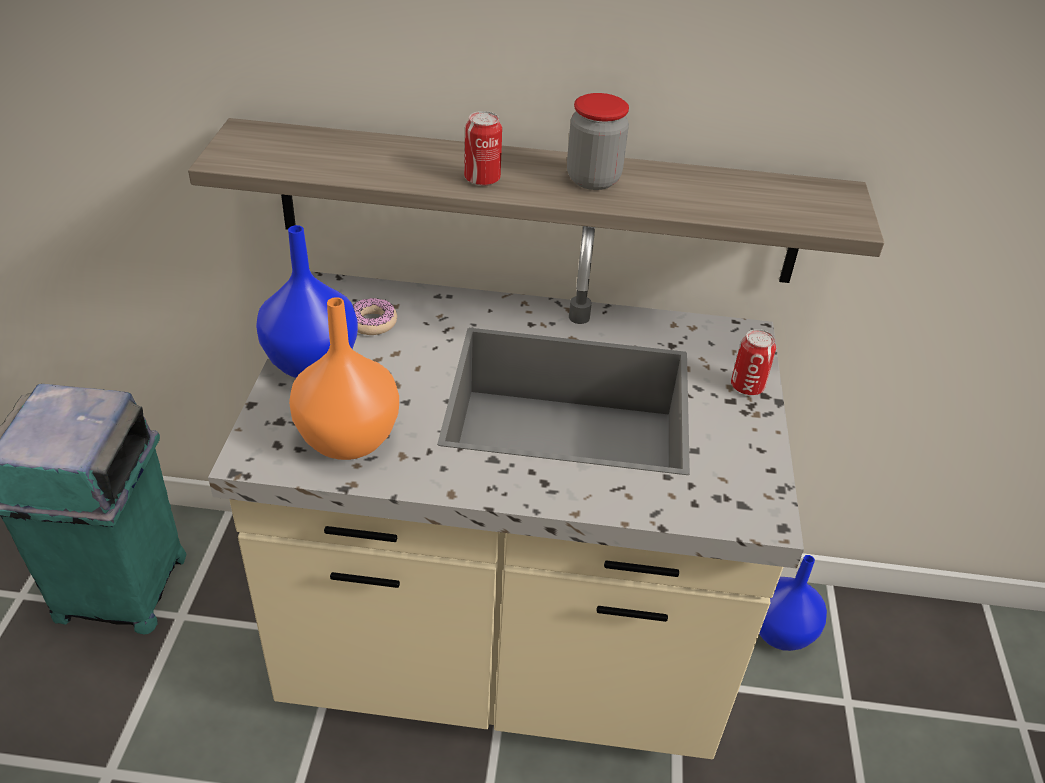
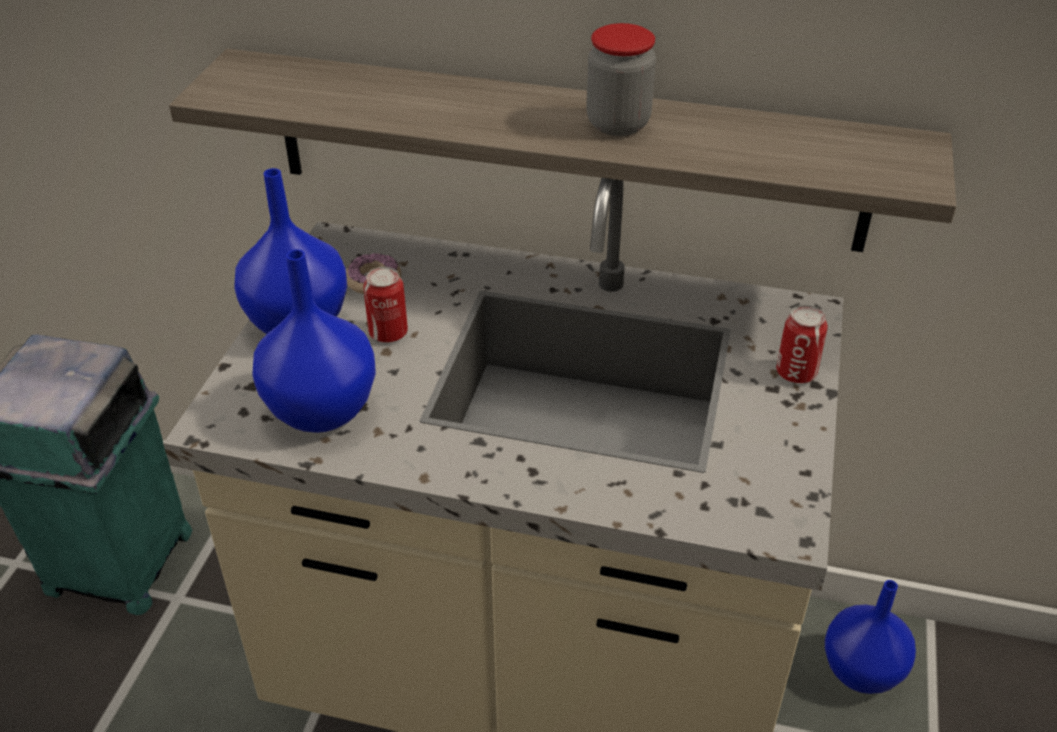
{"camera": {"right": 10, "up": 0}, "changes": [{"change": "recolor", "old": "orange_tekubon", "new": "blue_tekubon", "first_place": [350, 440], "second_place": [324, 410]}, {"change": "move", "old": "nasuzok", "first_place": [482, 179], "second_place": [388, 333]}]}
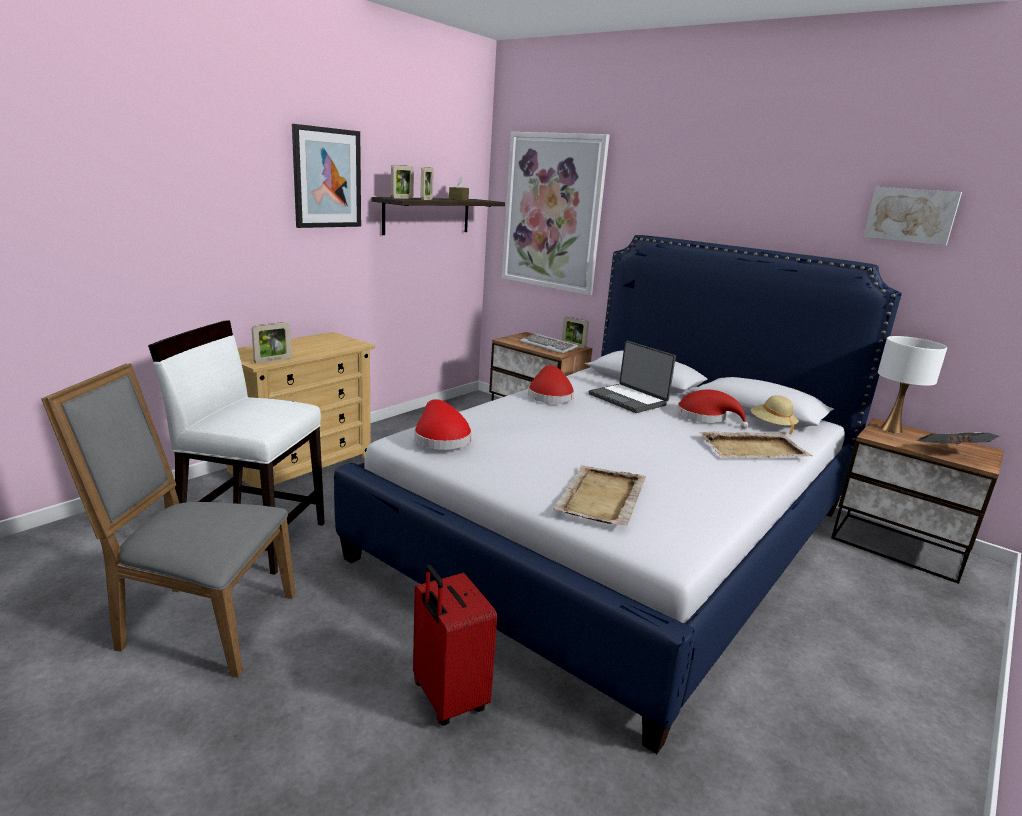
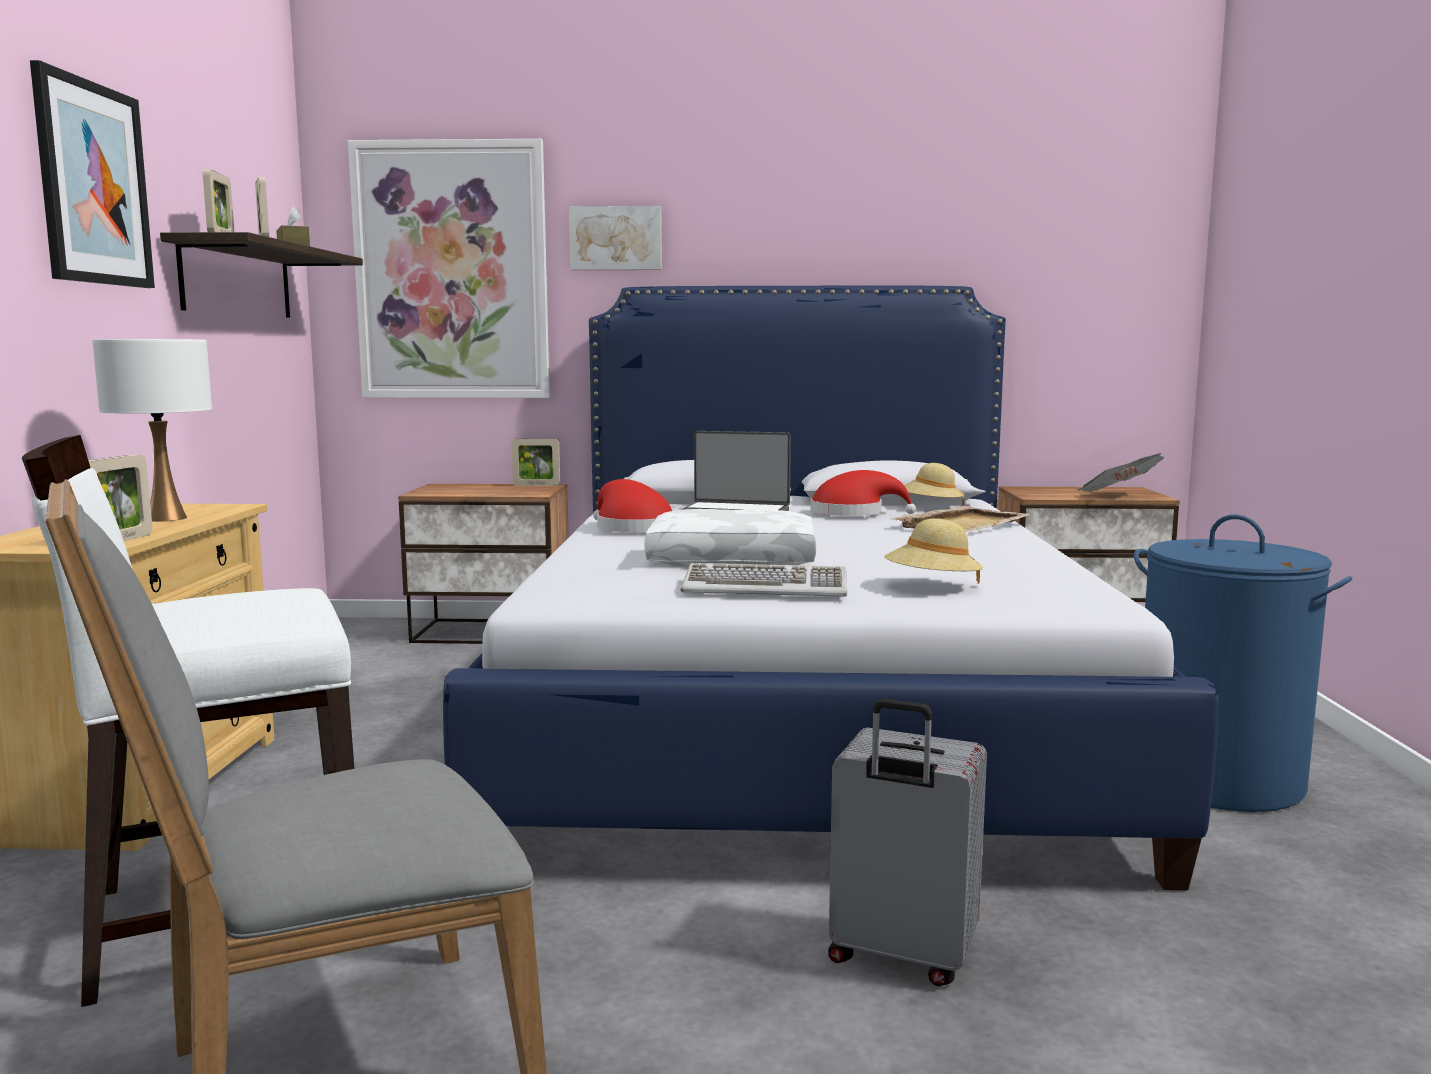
{"camera": {"right": -35, "up": -10}, "changes": [{"change": "move", "old": "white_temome", "first_place": [891, 429], "second_place": [165, 518]}, {"change": "move", "old": "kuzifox", "first_place": [911, 215], "second_place": [616, 239]}, {"change": "insert", "new": "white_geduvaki", "second_place": [734, 560]}, {"change": "move", "old": "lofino", "first_place": [548, 346], "second_place": [765, 588]}, {"change": "recolor", "old": "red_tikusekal", "new": "grey_tikusekal", "first_place": [447, 698], "second_place": [900, 957]}, {"change": "replace", "old": "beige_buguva", "new": "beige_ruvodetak", "first_place": [600, 498], "second_place": [932, 586]}, {"change": "insert", "new": "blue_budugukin", "second_place": [1218, 780]}, {"change": "delete", "old": "red_ruvodetak", "first_place": [440, 438]}]}
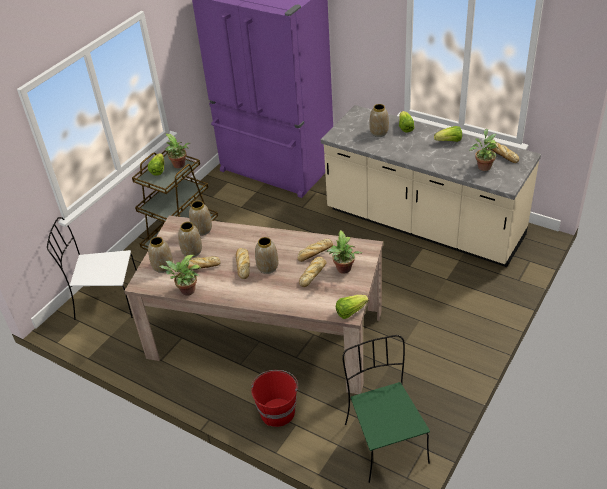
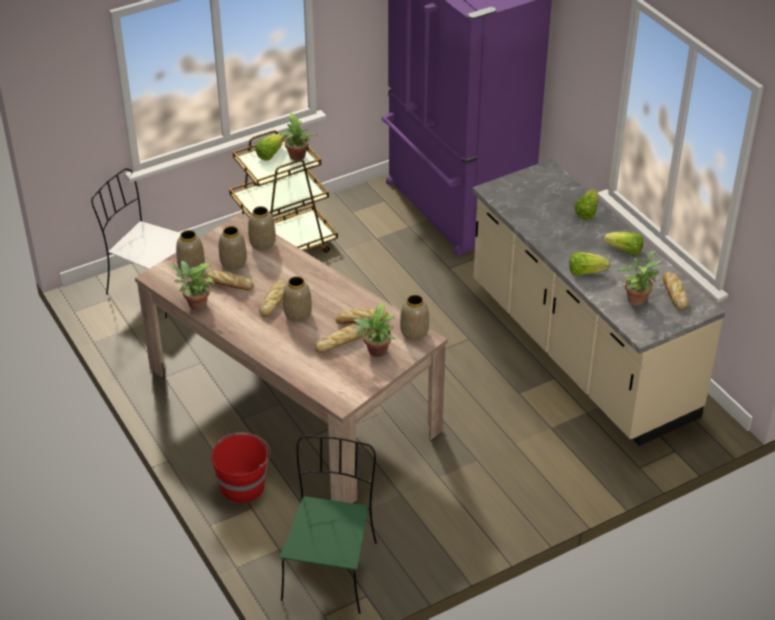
{"camera": {"right": 25, "up": 0}, "changes": [{"change": "move", "old": "tekubon", "first_place": [378, 132], "second_place": [414, 333]}, {"change": "move", "old": "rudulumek", "first_place": [350, 311], "second_place": [585, 272]}]}
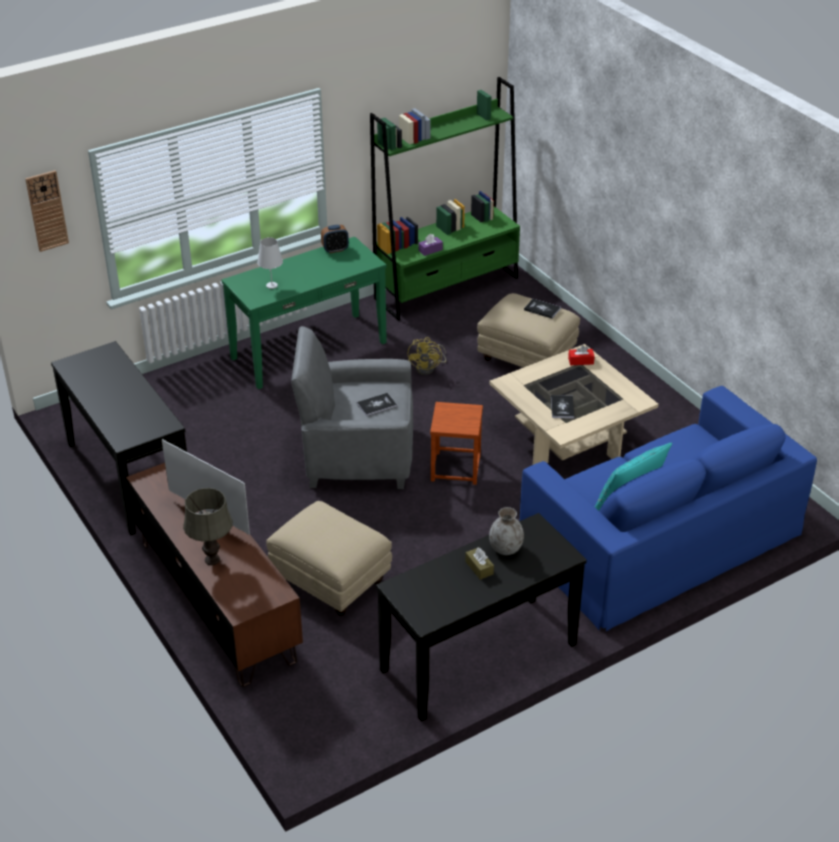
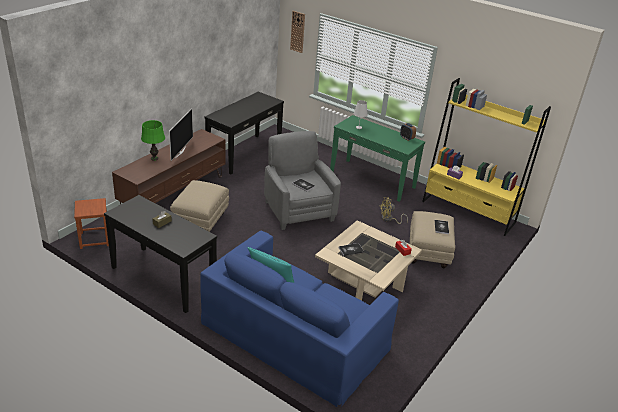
{"camera": {"right": 65, "up": -5}, "changes": [{"change": "move", "old": "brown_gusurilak", "first_place": [456, 468], "second_place": [94, 239]}, {"change": "recolor", "old": "grey_temome", "new": "green_temome", "first_place": [212, 560], "second_place": [154, 158]}, {"change": "recolor", "old": "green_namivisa", "new": "yellow_namivisa", "first_place": [447, 288], "second_place": [468, 212]}, {"change": "delete", "old": "grey_tekubon", "first_place": [506, 548]}]}
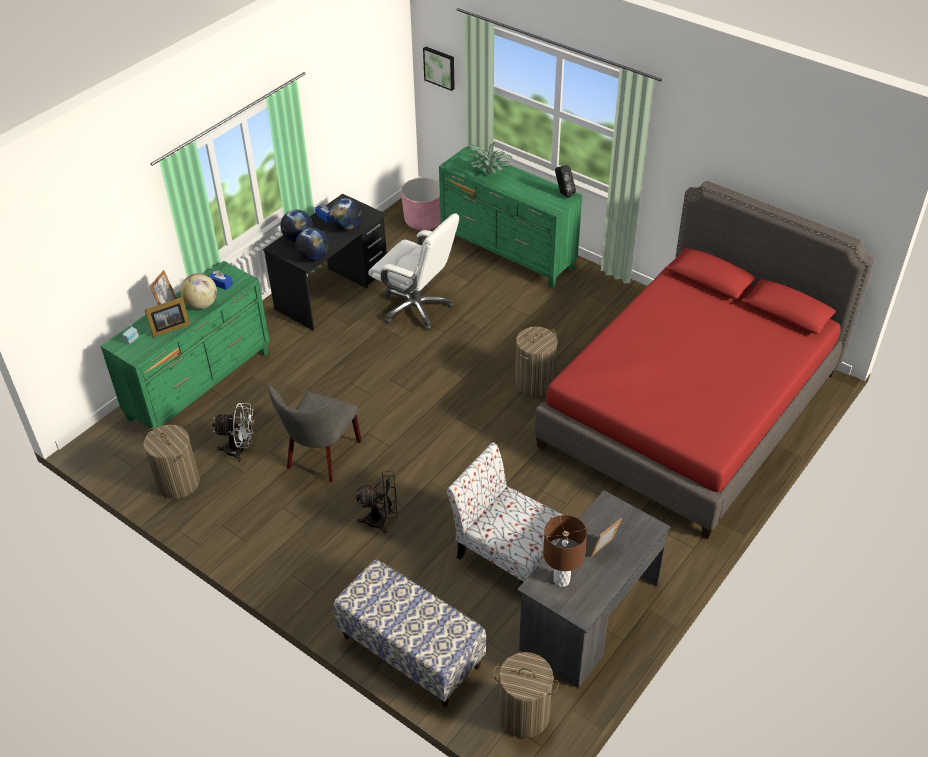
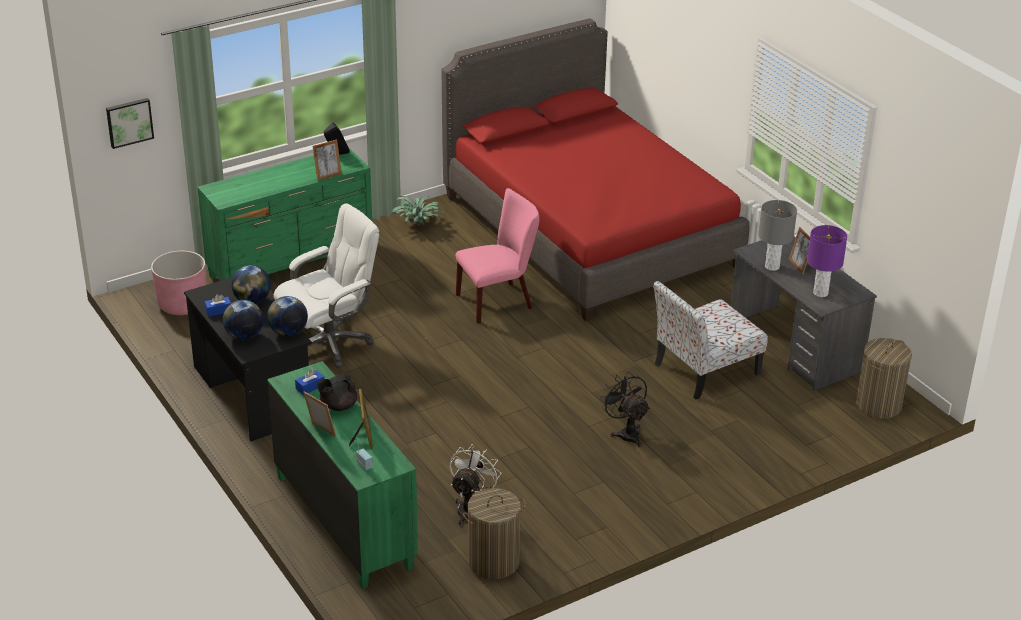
{"camera": {"right": -70, "up": -10}, "changes": [{"change": "insert", "new": "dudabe", "second_place": [328, 175]}, {"change": "replace", "old": "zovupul", "new": "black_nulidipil", "first_place": [201, 304], "second_place": [338, 406]}, {"change": "move", "old": "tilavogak", "first_place": [489, 174], "second_place": [418, 225]}, {"change": "replace", "old": "budugukin", "new": "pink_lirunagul", "first_place": [534, 382], "second_place": [499, 301]}, {"change": "rotate", "old": "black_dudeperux", "first_place": [381, 520], "second_place": [626, 433], "degrees": -45}, {"change": "insert", "new": "grey_temome", "second_place": [772, 266]}, {"change": "recolor", "old": "brown_temome", "new": "purple_temome", "first_place": [561, 580], "second_place": [820, 293]}, {"change": "delete", "old": "grey_lirunagul", "first_place": [321, 457]}, {"change": "delete", "old": "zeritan", "first_place": [411, 652]}]}
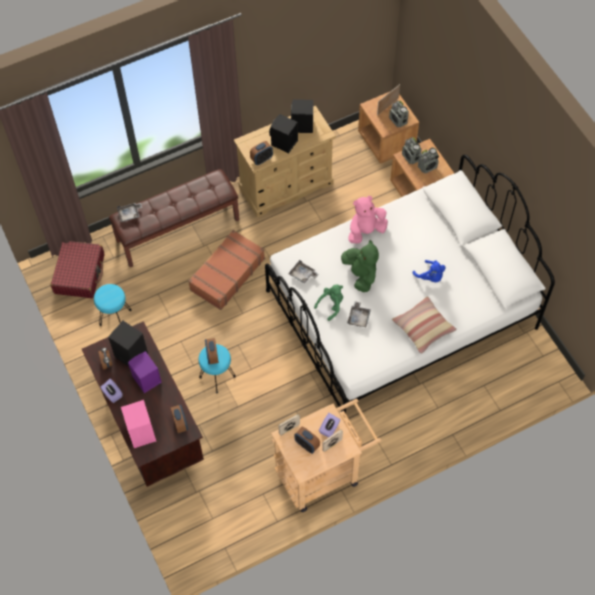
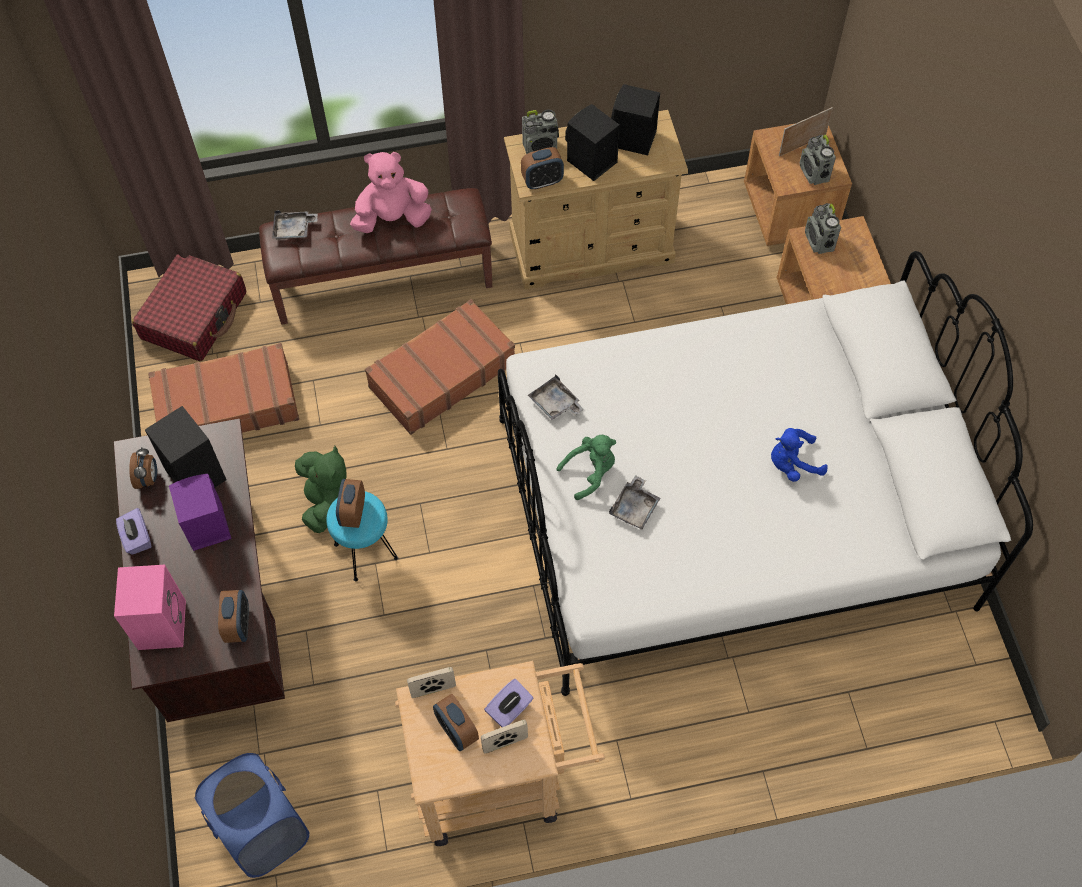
{"camera": {"right": 15, "up": 0}, "changes": [{"change": "replace", "old": "turquoise_gusurilak", "new": "brown_tikusekal", "first_place": [115, 318], "second_place": [227, 404]}, {"change": "insert", "new": "blue_budugukin", "second_place": [264, 831]}, {"change": "move", "old": "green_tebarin", "first_place": [361, 274], "second_place": [325, 500]}, {"change": "move", "old": "pink_tebarin", "first_place": [366, 231], "second_place": [392, 219]}, {"change": "move", "old": "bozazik", "first_place": [427, 167], "second_place": [541, 148]}, {"change": "rotate", "old": "blue_tebarin", "first_place": [430, 277], "second_place": [792, 464], "degrees": 105}, {"change": "delete", "old": "geduvaki", "first_place": [423, 328]}]}
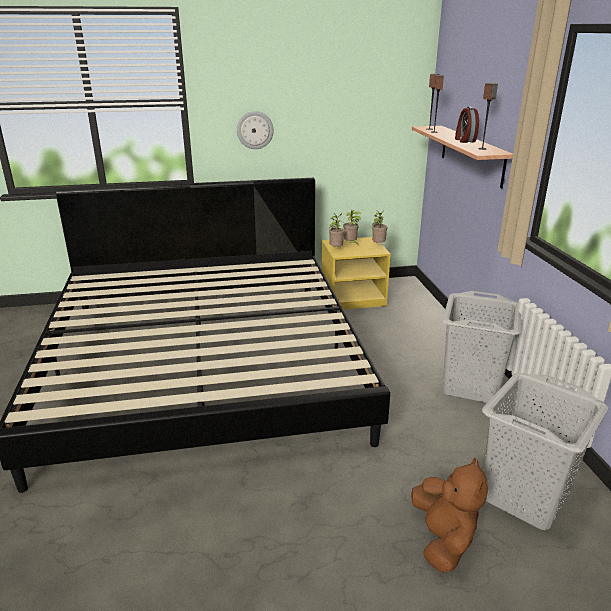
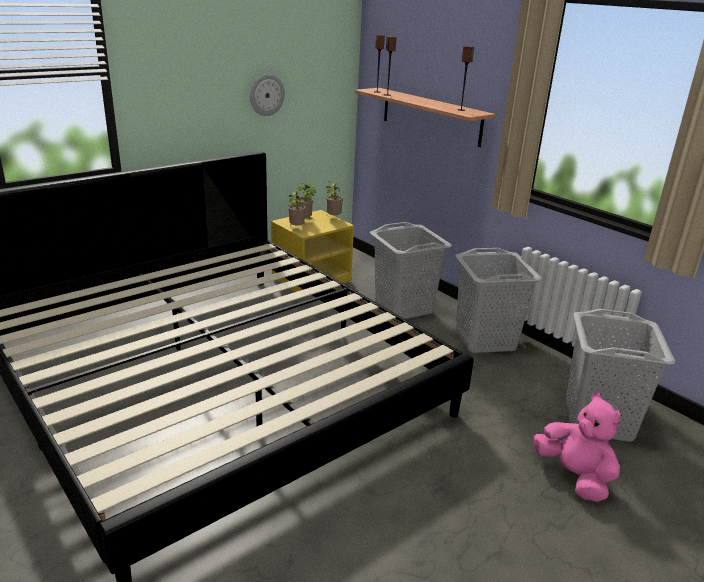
{"camera": {"right": -30, "up": 0}, "changes": [{"change": "move", "old": "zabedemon", "first_place": [255, 130], "second_place": [266, 95]}, {"change": "insert", "new": "grey_budugukin", "second_place": [404, 307]}, {"change": "recolor", "old": "brown_tebarin", "new": "pink_tebarin", "first_place": [443, 540], "second_place": [574, 476]}, {"change": "delete", "old": "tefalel", "first_place": [464, 140]}]}
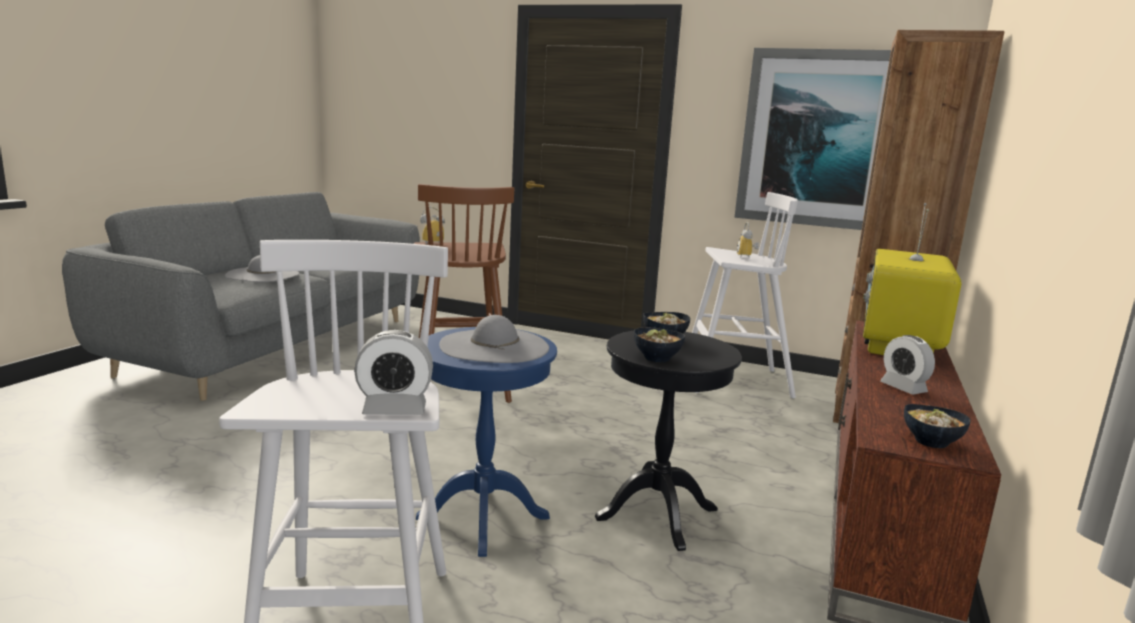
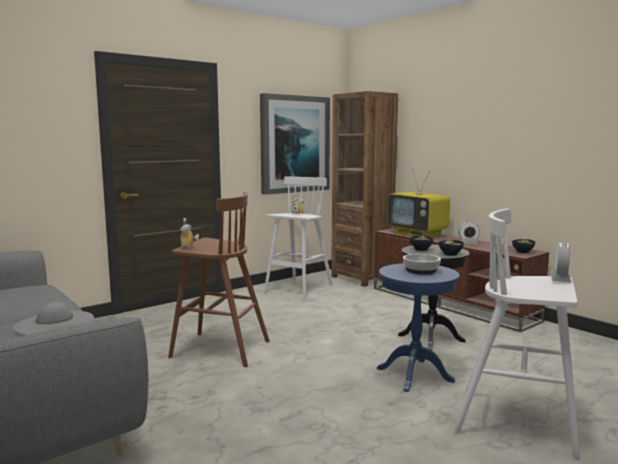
{"camera": {"right": -60, "up": -5}, "changes": [{"change": "replace", "old": "grey_ruvodetak", "new": "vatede", "first_place": [494, 346], "second_place": [420, 271]}]}
